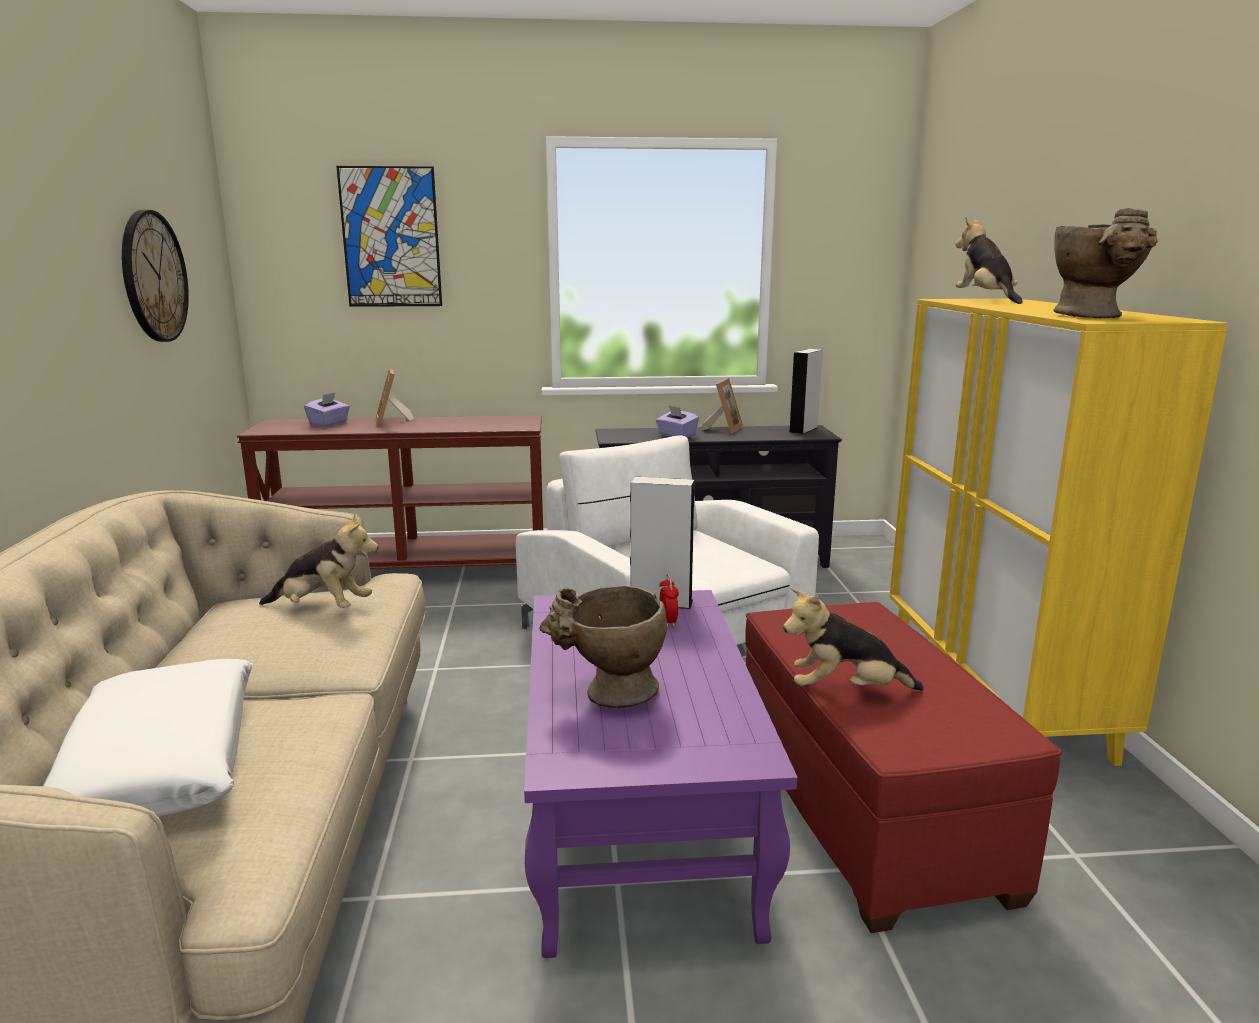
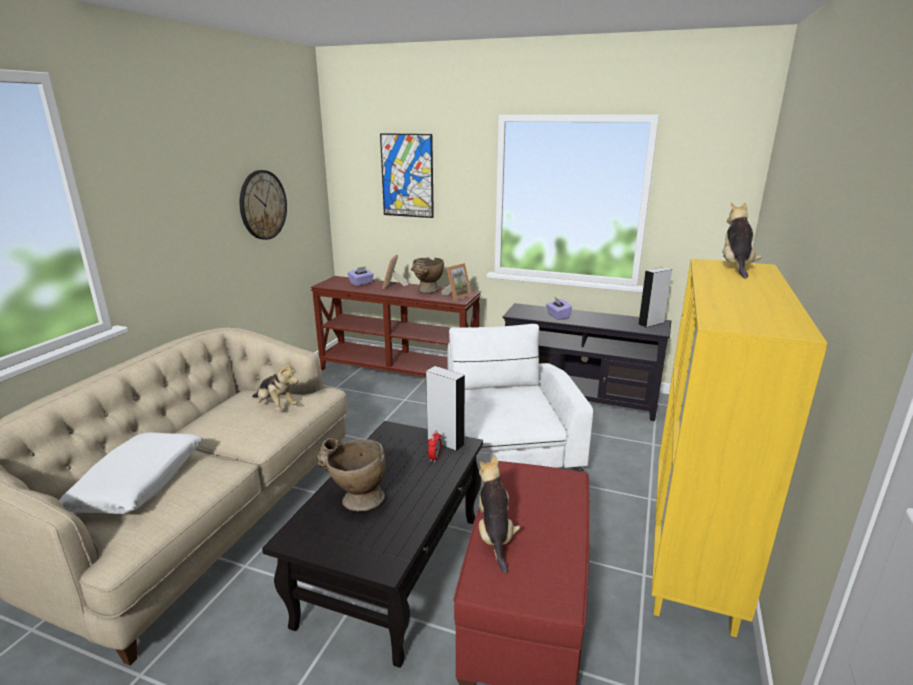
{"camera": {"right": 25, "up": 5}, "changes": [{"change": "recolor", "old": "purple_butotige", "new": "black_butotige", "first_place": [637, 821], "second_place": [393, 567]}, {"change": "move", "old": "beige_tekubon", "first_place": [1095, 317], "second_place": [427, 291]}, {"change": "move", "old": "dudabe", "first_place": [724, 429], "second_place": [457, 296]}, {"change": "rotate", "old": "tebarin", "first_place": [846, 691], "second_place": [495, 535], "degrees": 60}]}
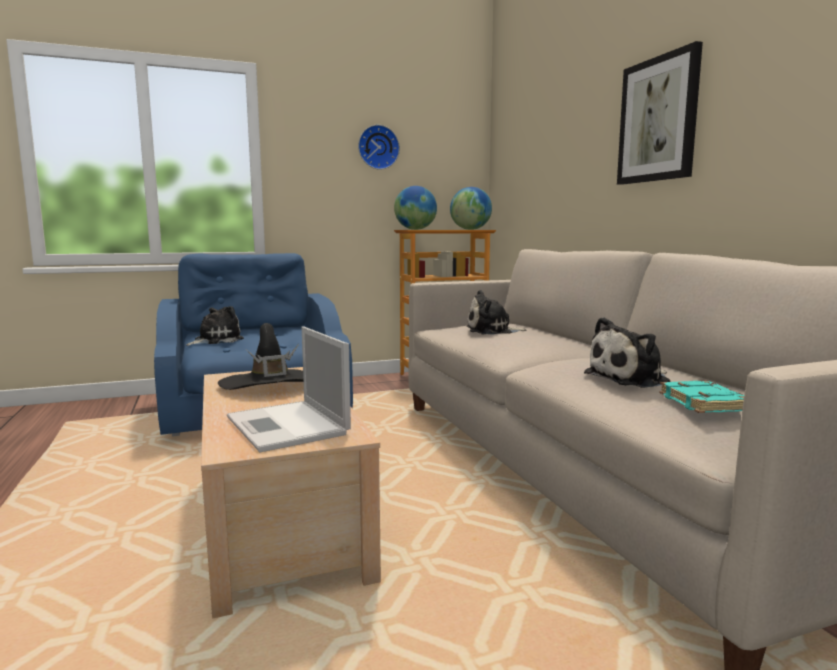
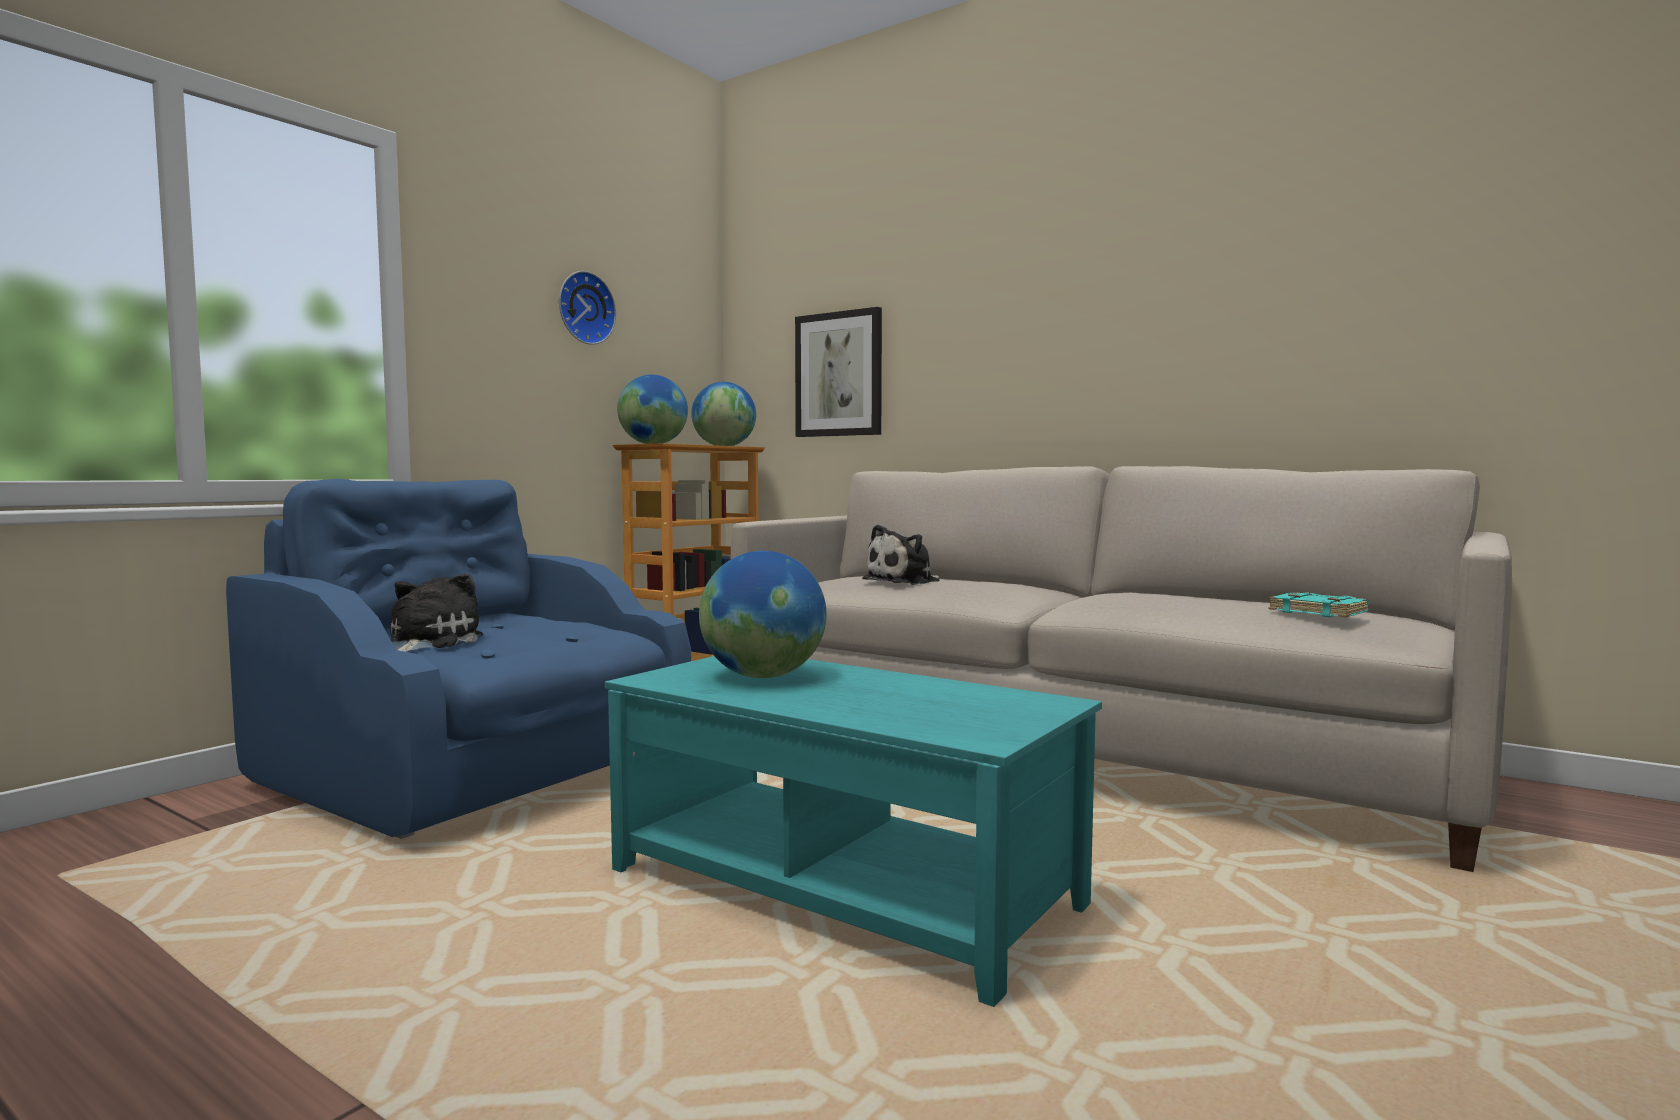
{"camera": {"right": -35, "up": -5}, "changes": [{"change": "recolor", "old": "beige_butotige", "new": "turquoise_butotige", "first_place": [283, 520], "second_place": [844, 886]}, {"change": "replace", "old": "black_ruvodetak", "new": "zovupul", "first_place": [269, 385], "second_place": [762, 676]}, {"change": "move", "old": "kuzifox", "first_place": [658, 120], "second_place": [839, 374]}, {"change": "delete", "old": "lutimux", "first_place": [288, 426]}, {"change": "delete", "old": "tebarin", "first_place": [631, 379]}]}
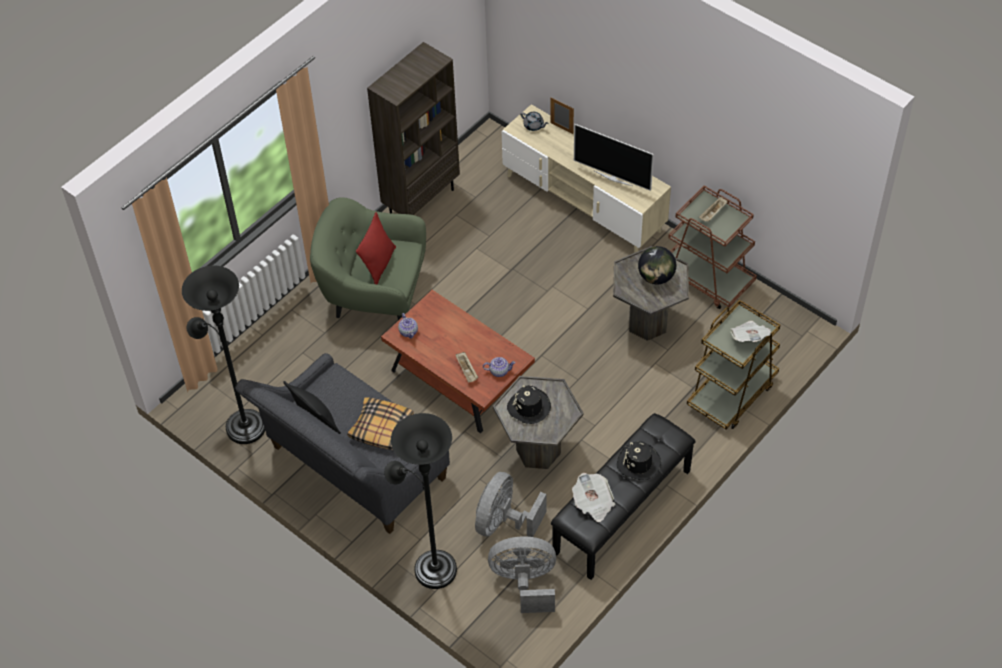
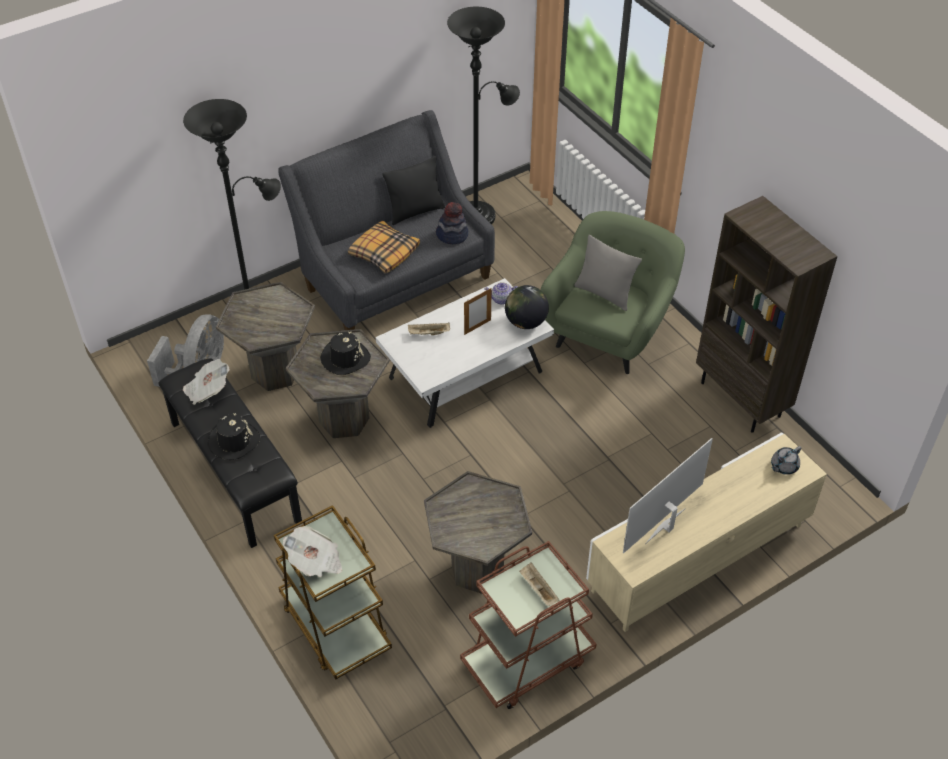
{"camera": {"right": 105, "up": -5}, "changes": [{"change": "replace", "old": "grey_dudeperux", "new": "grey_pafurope", "first_place": [504, 522], "second_place": [275, 373]}, {"change": "recolor", "old": "brown_butotige", "new": "white_butotige", "first_place": [458, 380], "second_place": [465, 376]}, {"change": "insert", "new": "ruvodetak", "second_place": [452, 235]}, {"change": "move", "old": "dudabe", "first_place": [561, 128], "second_place": [477, 327]}, {"change": "move", "old": "zovupul", "first_place": [656, 277], "second_place": [526, 322]}, {"change": "recolor", "old": "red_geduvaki", "new": "grey_geduvaki", "first_place": [379, 264], "second_place": [604, 293]}, {"change": "delete", "old": "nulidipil", "first_place": [499, 371]}]}
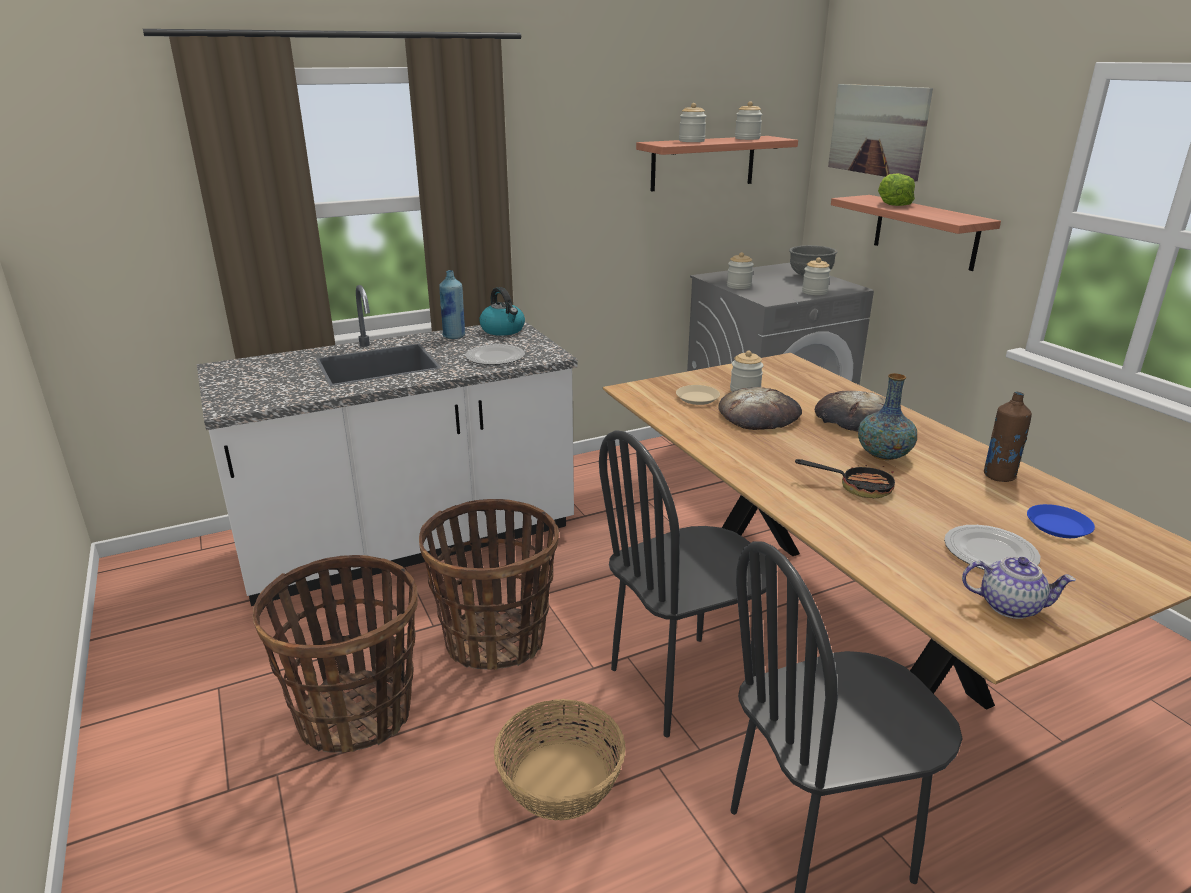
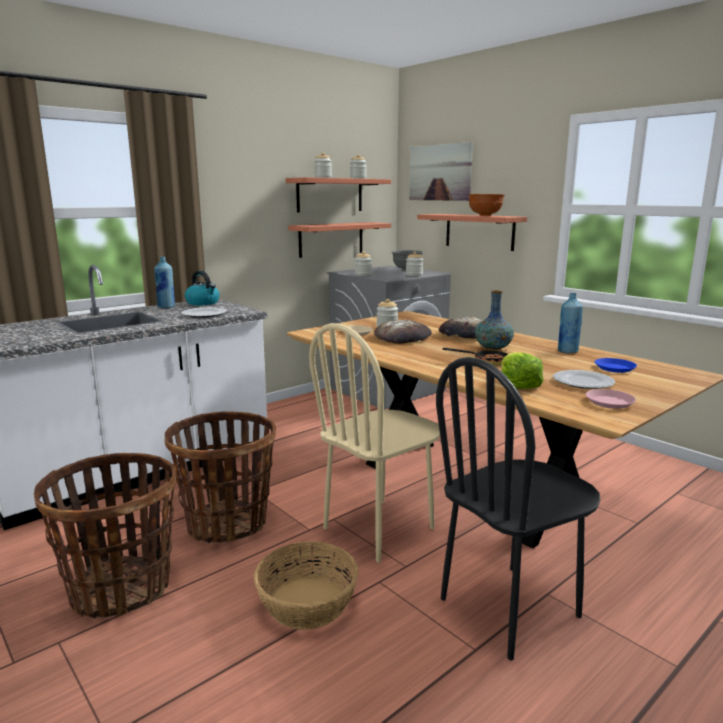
{"camera": {"right": -15, "up": -10}, "changes": [{"change": "insert", "new": "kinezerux", "second_place": [331, 239]}, {"change": "recolor", "old": "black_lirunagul", "new": "beige_lirunagul", "first_place": [683, 683], "second_place": [379, 528]}, {"change": "insert", "new": "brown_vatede", "second_place": [485, 215]}, {"change": "move", "old": "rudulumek", "first_place": [892, 204], "second_place": [518, 385]}, {"change": "recolor", "old": "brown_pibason", "new": "blue_pibason", "first_place": [999, 476], "second_place": [567, 351]}, {"change": "replace", "old": "nulidipil", "new": "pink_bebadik", "first_place": [1010, 606], "second_place": [609, 402]}]}
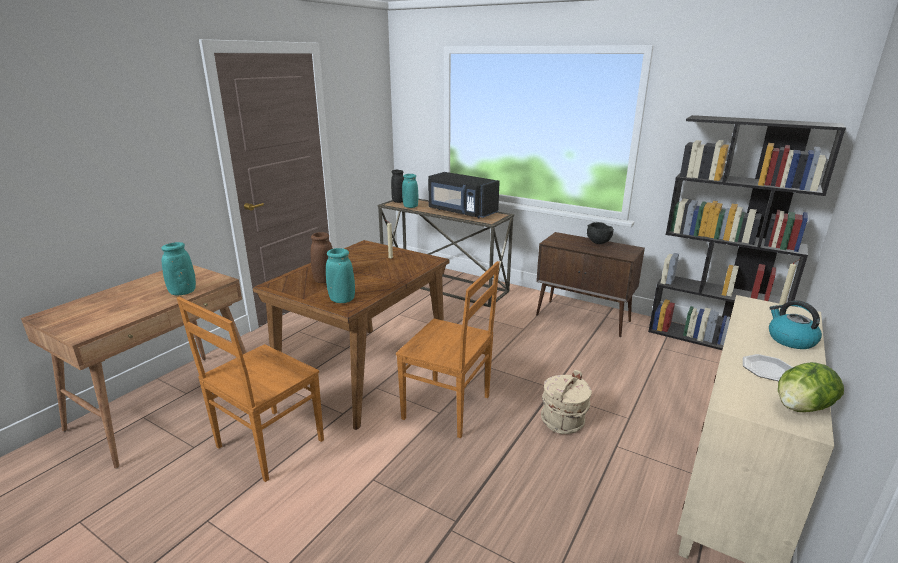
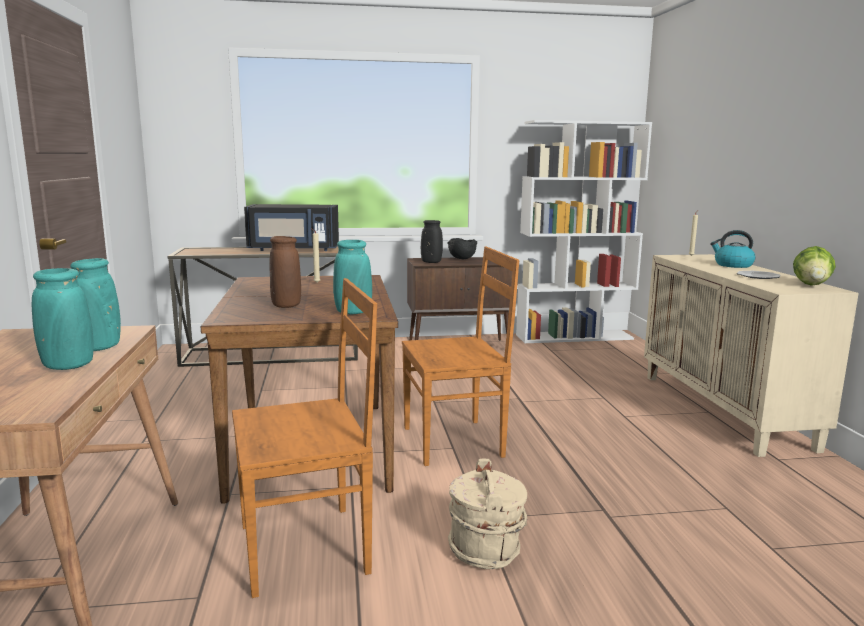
{"camera": {"right": -40, "up": -10}, "changes": [{"change": "move", "old": "turquoise_tekubon", "first_place": [410, 207], "second_place": [68, 366]}, {"change": "rotate", "old": "brown_lirunagul", "first_place": [267, 445], "second_place": [308, 548], "degrees": -105}, {"change": "move", "old": "black_tekubon", "first_place": [398, 201], "second_place": [431, 262]}, {"change": "move", "old": "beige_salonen", "first_place": [563, 422], "second_place": [486, 550]}, {"change": "recolor", "old": "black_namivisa", "new": "white_namivisa", "first_place": [711, 339], "second_place": [574, 337]}]}
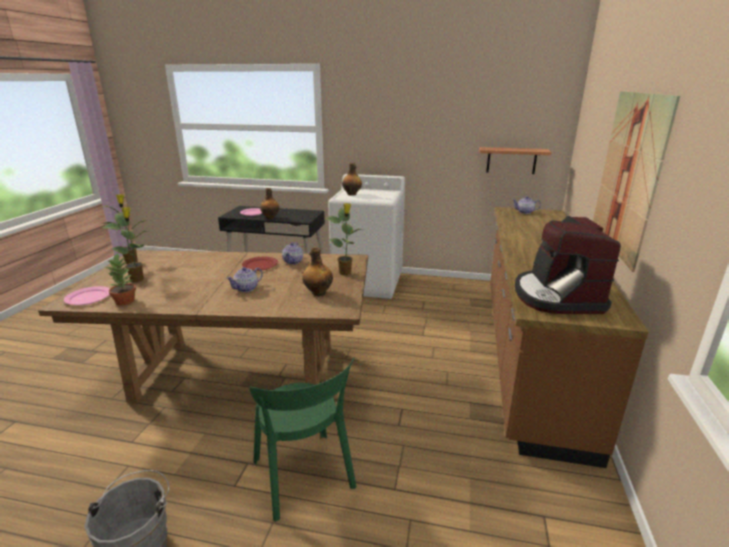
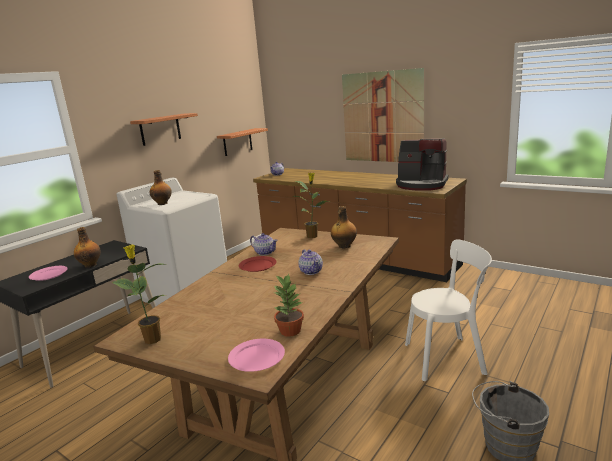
{"camera": {"right": -65, "up": -5}, "changes": [{"change": "insert", "new": "kinezerux", "second_place": [160, 129]}, {"change": "recolor", "old": "green_lirunagul", "new": "white_lirunagul", "first_place": [304, 478], "second_place": [448, 358]}, {"change": "delete", "old": "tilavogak", "first_place": [138, 279]}]}
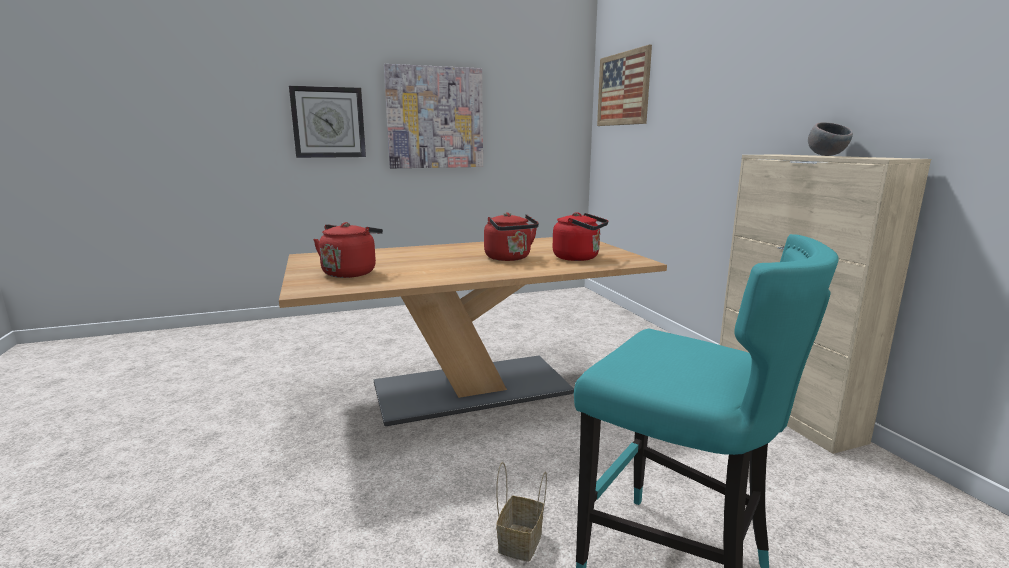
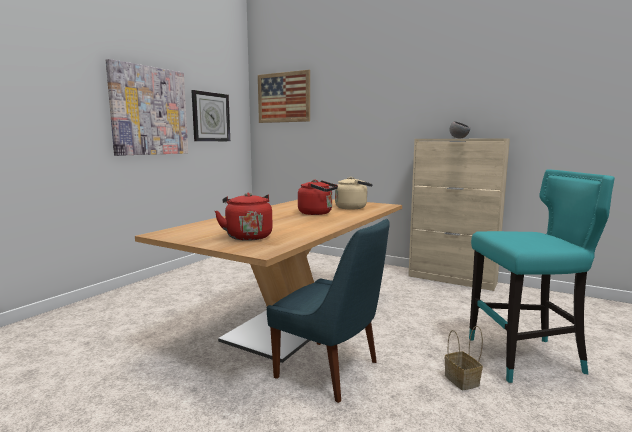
{"camera": {"right": -40, "up": -5}, "changes": [{"change": "move", "old": "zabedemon", "first_place": [328, 122], "second_place": [211, 117]}, {"change": "insert", "new": "blue_lirunagul", "second_place": [331, 371]}, {"change": "recolor", "old": "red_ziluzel", "new": "beige_ziluzel", "first_place": [579, 258], "second_place": [353, 207]}]}
